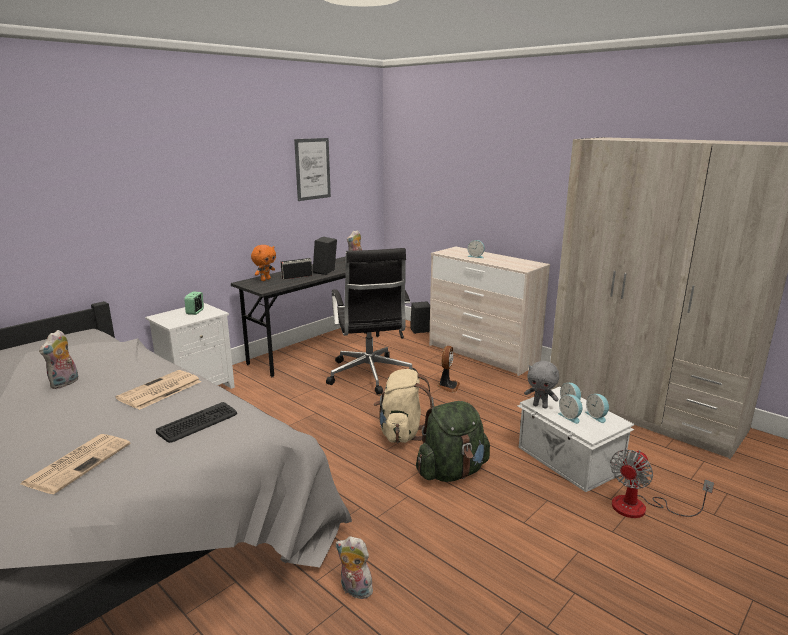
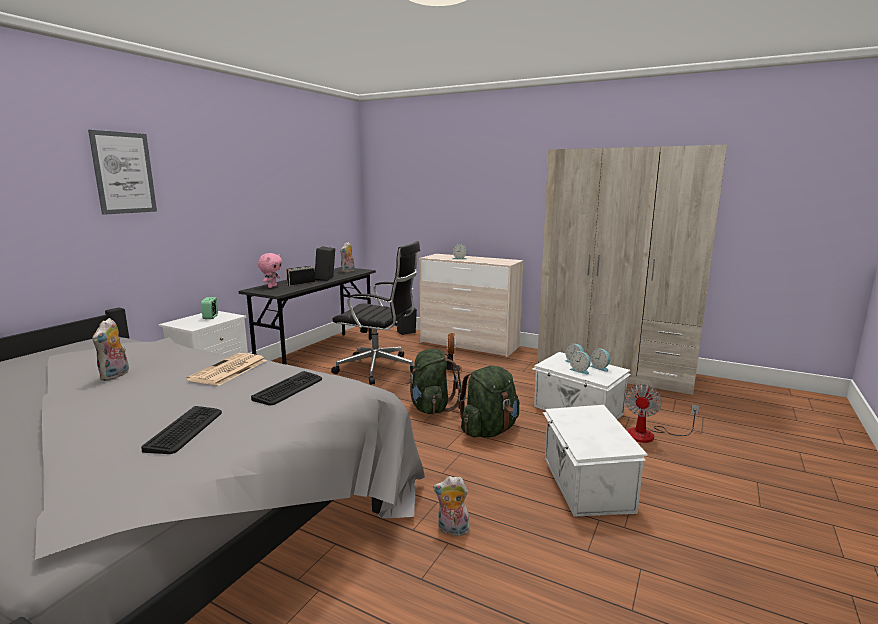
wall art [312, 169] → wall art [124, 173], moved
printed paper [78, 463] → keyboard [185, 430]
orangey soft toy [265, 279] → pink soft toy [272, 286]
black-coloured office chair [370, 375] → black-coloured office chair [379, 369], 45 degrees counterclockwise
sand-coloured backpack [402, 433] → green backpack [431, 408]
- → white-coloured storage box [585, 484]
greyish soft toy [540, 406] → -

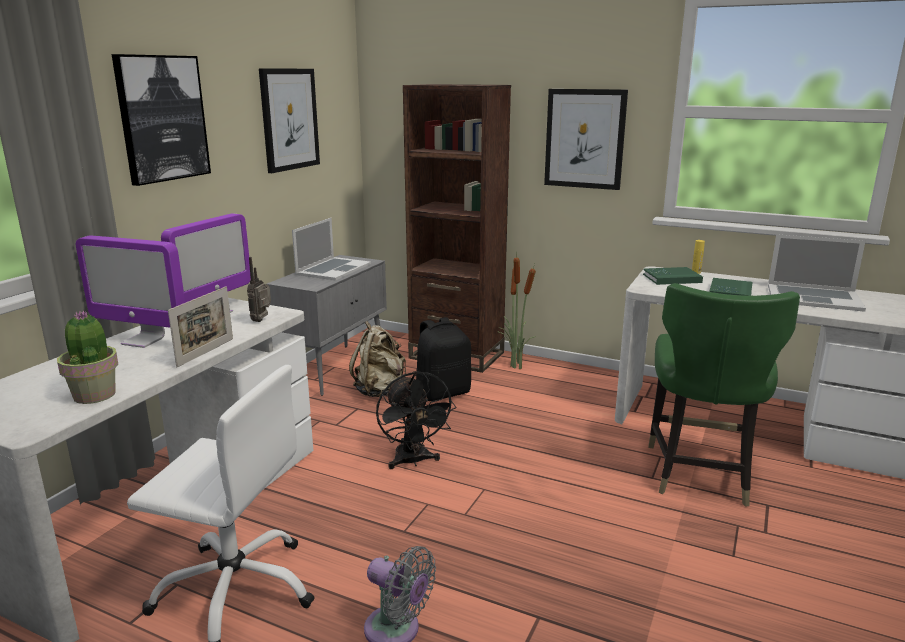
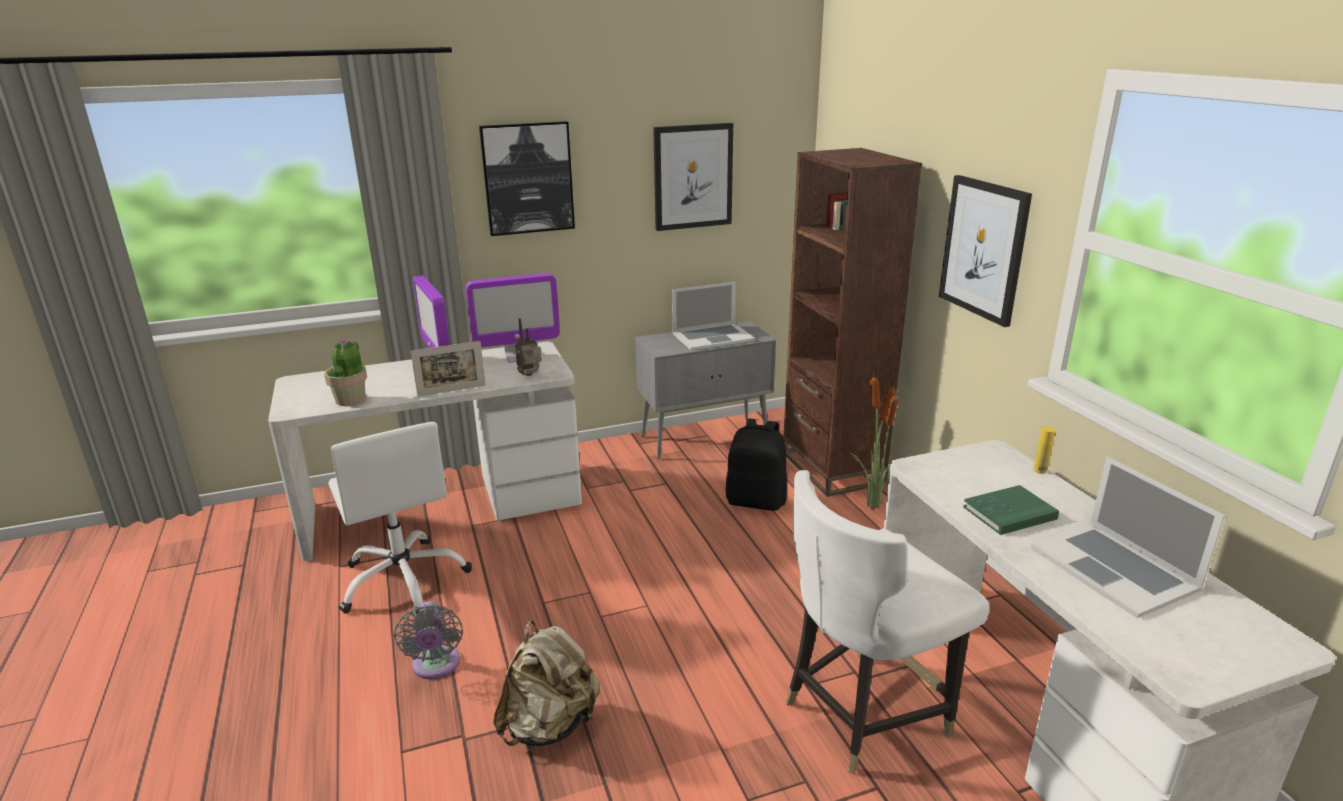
sand-coloured backpack [380, 391] → sand-coloured backpack [550, 725], moved
green plain chair [699, 474] → white-coloured plain chair [863, 713]
black-coloured electric fan [413, 461] → -
green bound book [672, 278] → -

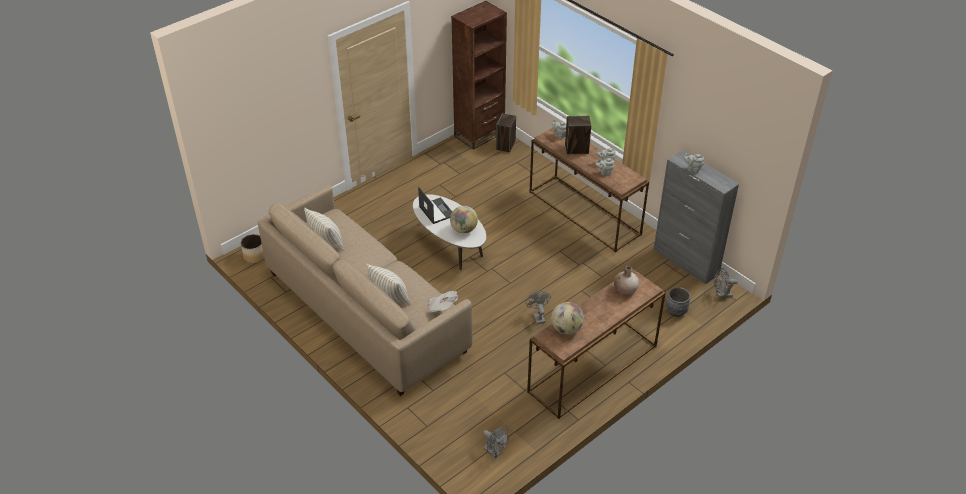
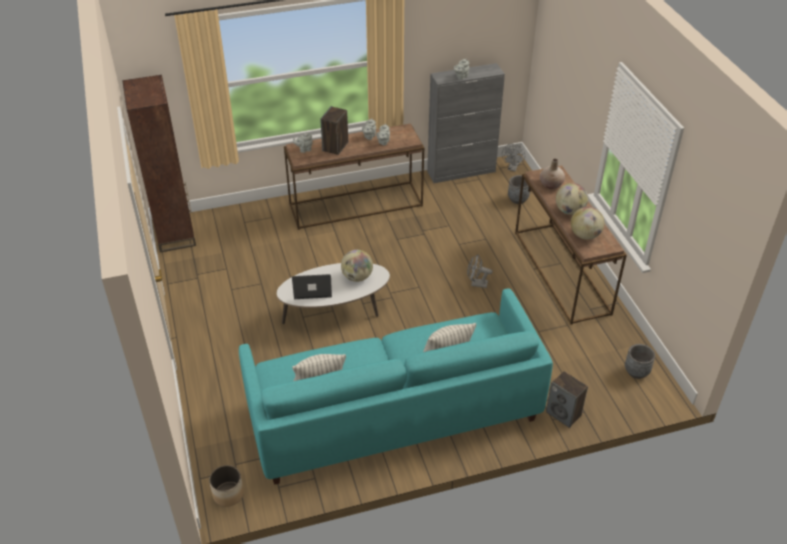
sand-coloured sofa [365, 312] → blue-green sofa [394, 412]
loudspeaker [505, 145] → loudspeaker [564, 414], moved
- → globe [569, 211]
greyish electric fan [495, 452] → greyish planter [636, 371]
printed paper [442, 307] → -

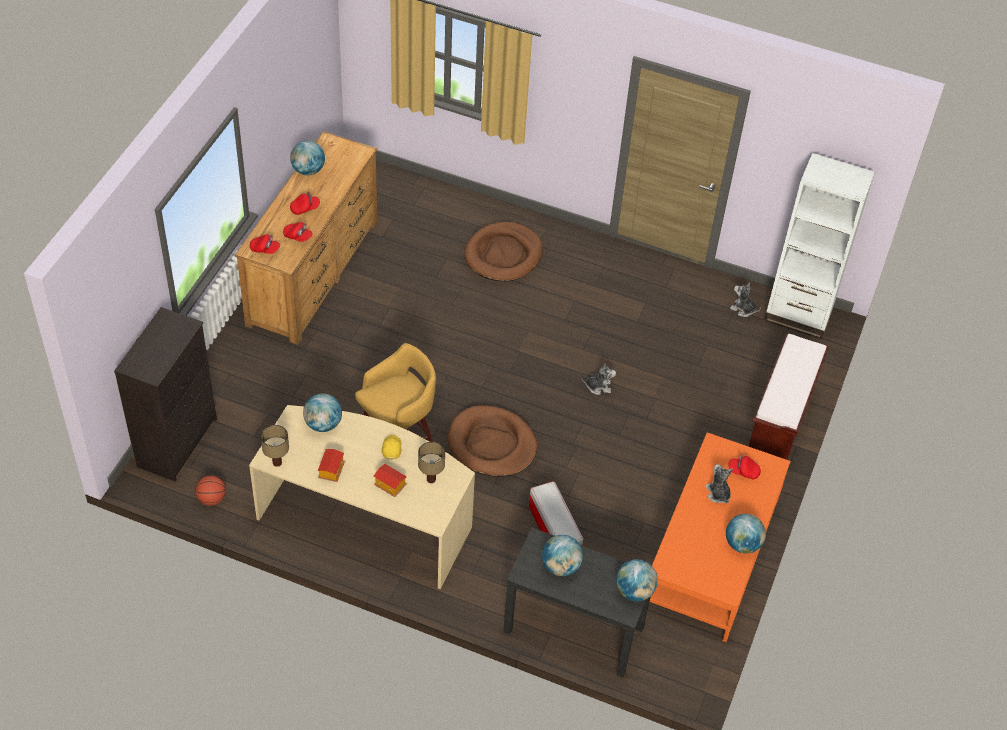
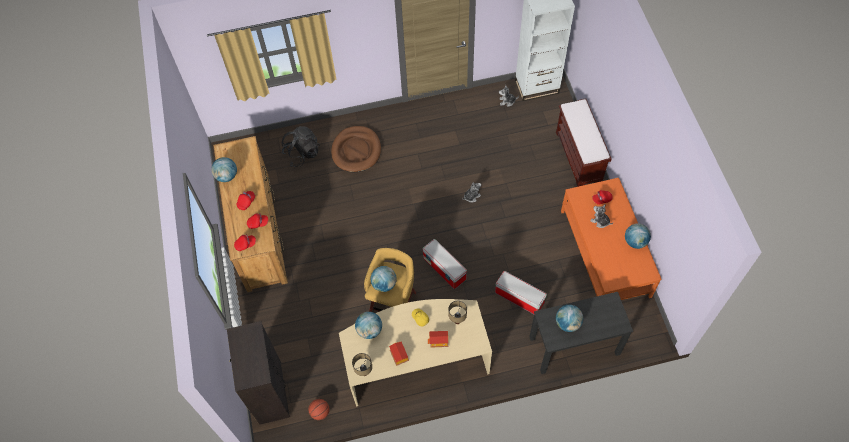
- → black-coloured backpack [302, 153]
globe [634, 591] → globe [384, 284], moved
brown dog cushion [492, 444] → storage box [445, 269]

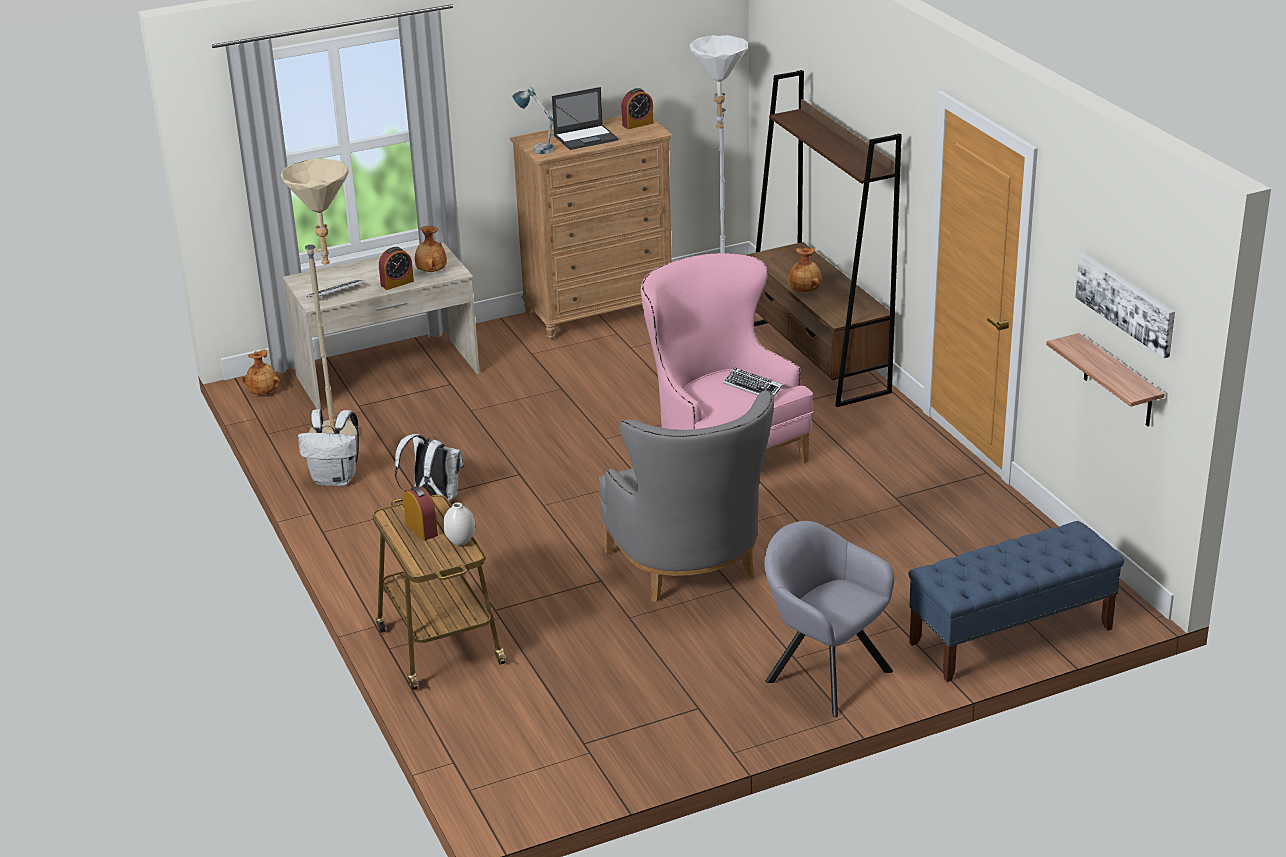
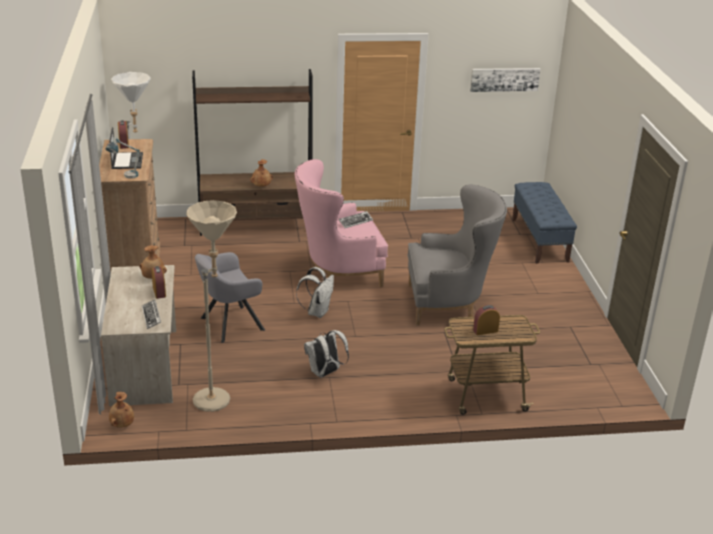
greyish lounge chair [823, 673] → greyish lounge chair [228, 324], moved
white-coloured backpack [336, 479] → white-coloured backpack [317, 312], moved
white-coloured decorative vase [460, 541] → -
shelf [1118, 382] → -

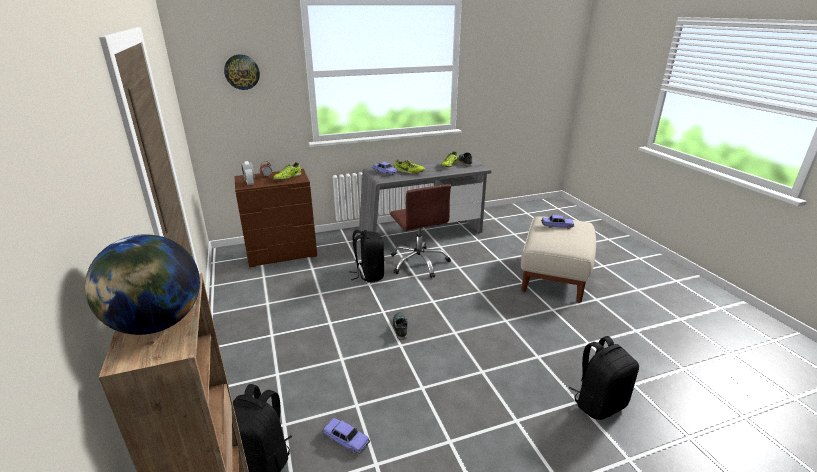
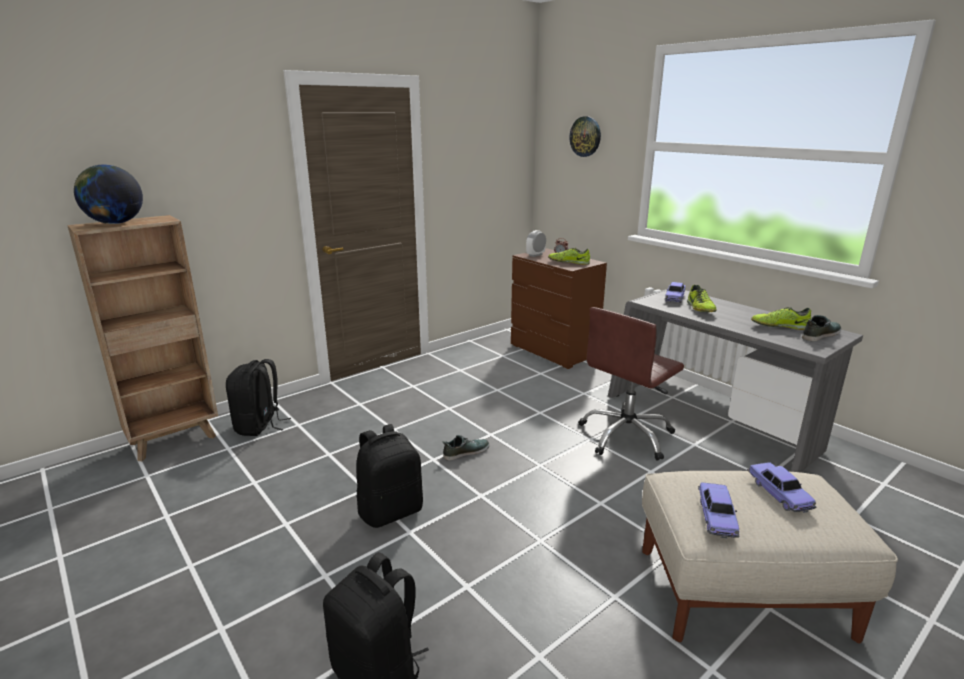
black-coloured backpack [369, 274] → black-coloured backpack [391, 511], moved
toy car [346, 439] → toy car [716, 516], moved

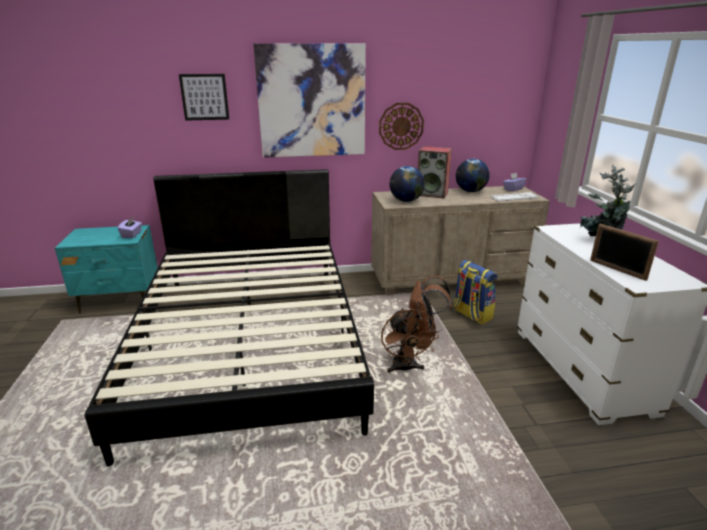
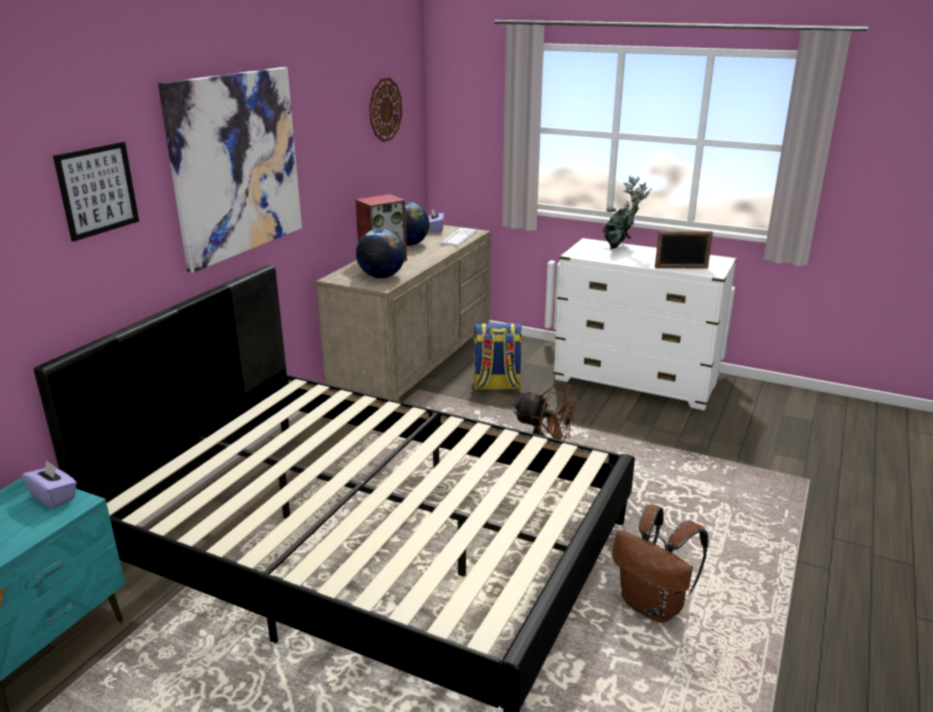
hanging clock [401, 126] → hanging clock [385, 109], moved
brown backpack [425, 331] → brown backpack [654, 606], moved

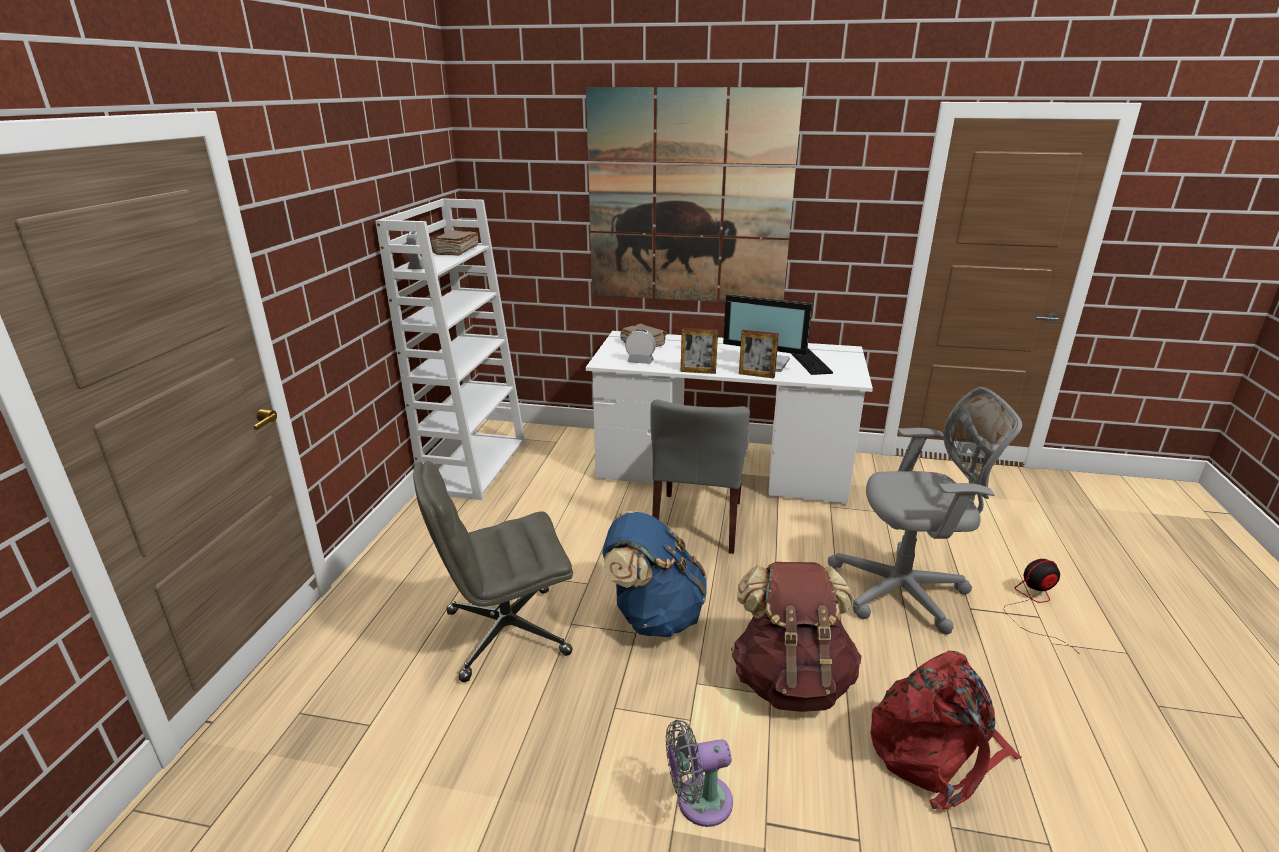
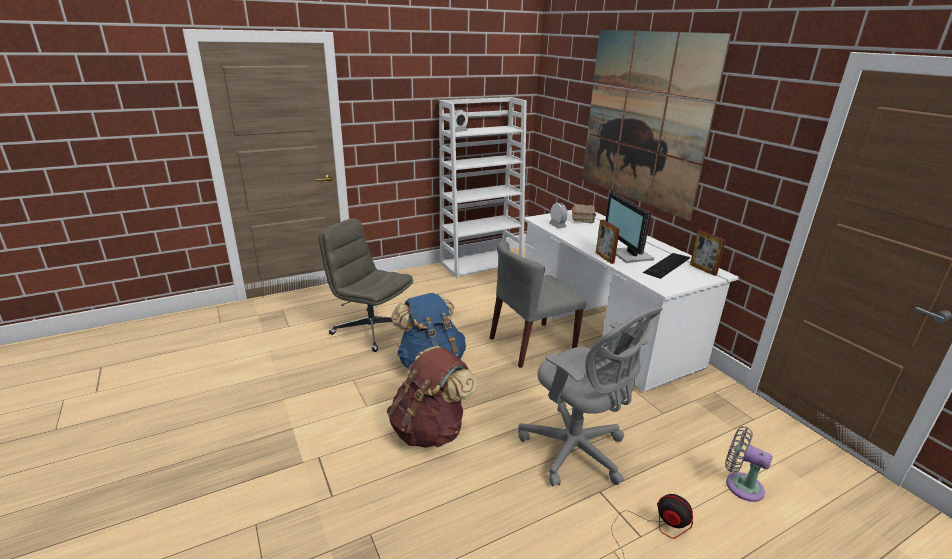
photo frame [698, 371] → photo frame [703, 269], moved
greyish electric fan [698, 802] → greyish electric fan [740, 485], moved
brown bound book [455, 251] → -
red backpack [935, 751] → -

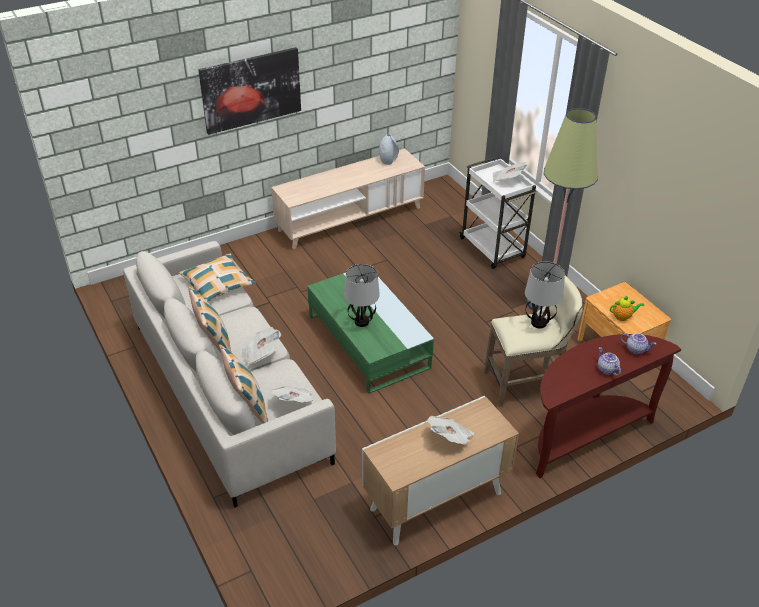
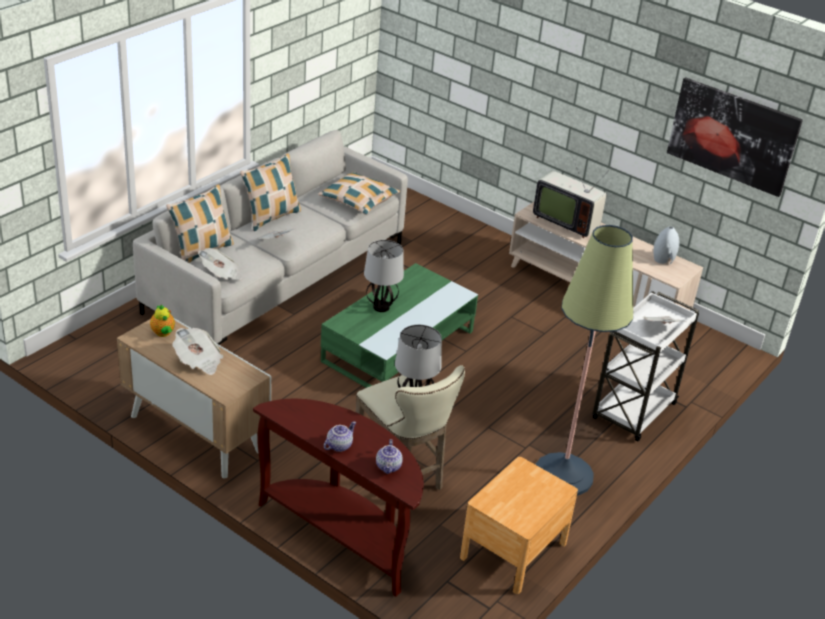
tea pot [622, 317] → tea pot [163, 333], moved
- → TV [566, 221]
wall art [251, 90] → wall art [732, 136], moved

